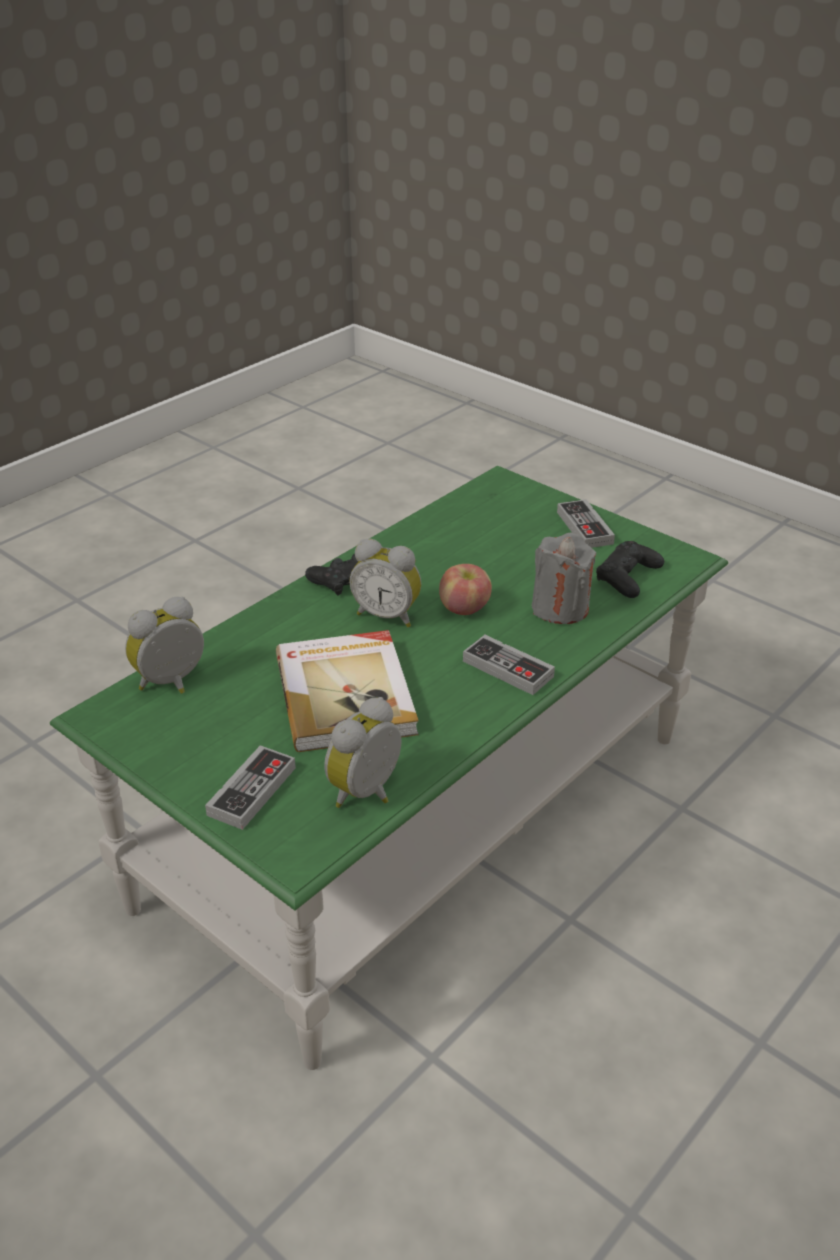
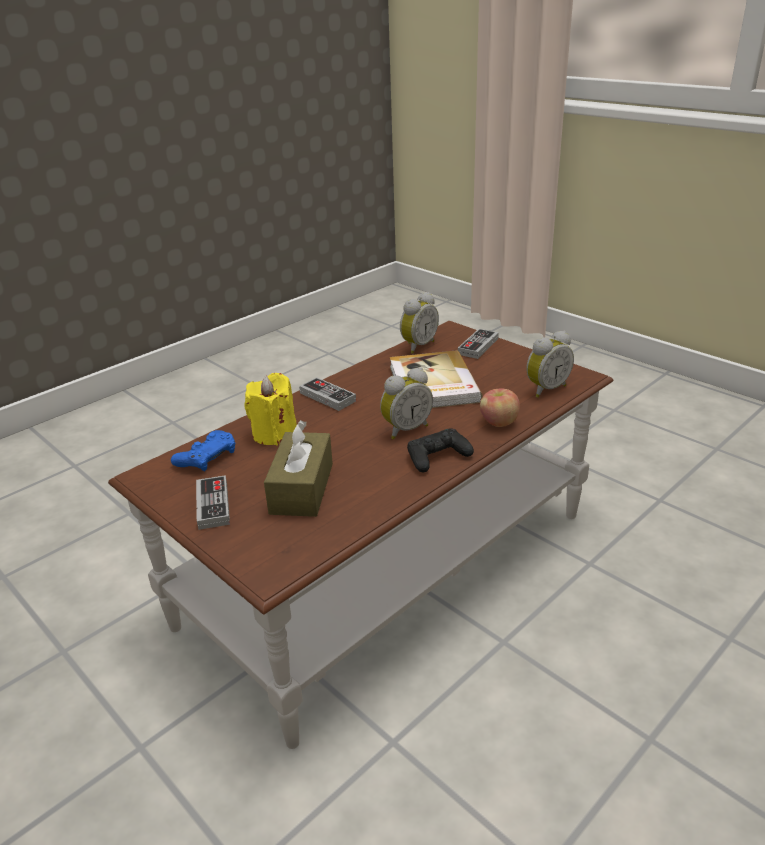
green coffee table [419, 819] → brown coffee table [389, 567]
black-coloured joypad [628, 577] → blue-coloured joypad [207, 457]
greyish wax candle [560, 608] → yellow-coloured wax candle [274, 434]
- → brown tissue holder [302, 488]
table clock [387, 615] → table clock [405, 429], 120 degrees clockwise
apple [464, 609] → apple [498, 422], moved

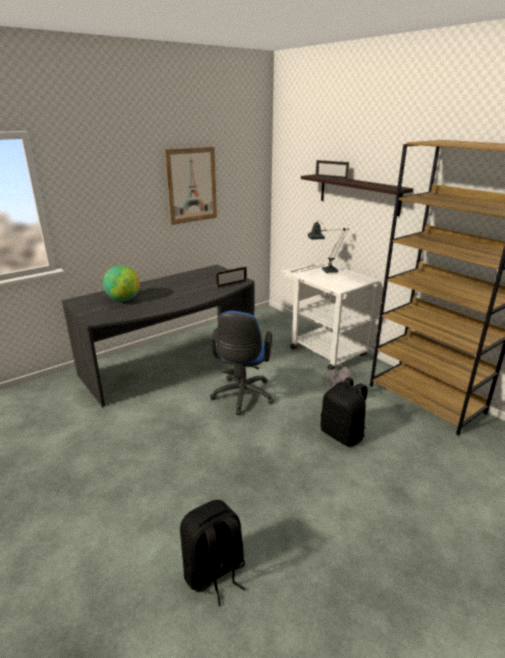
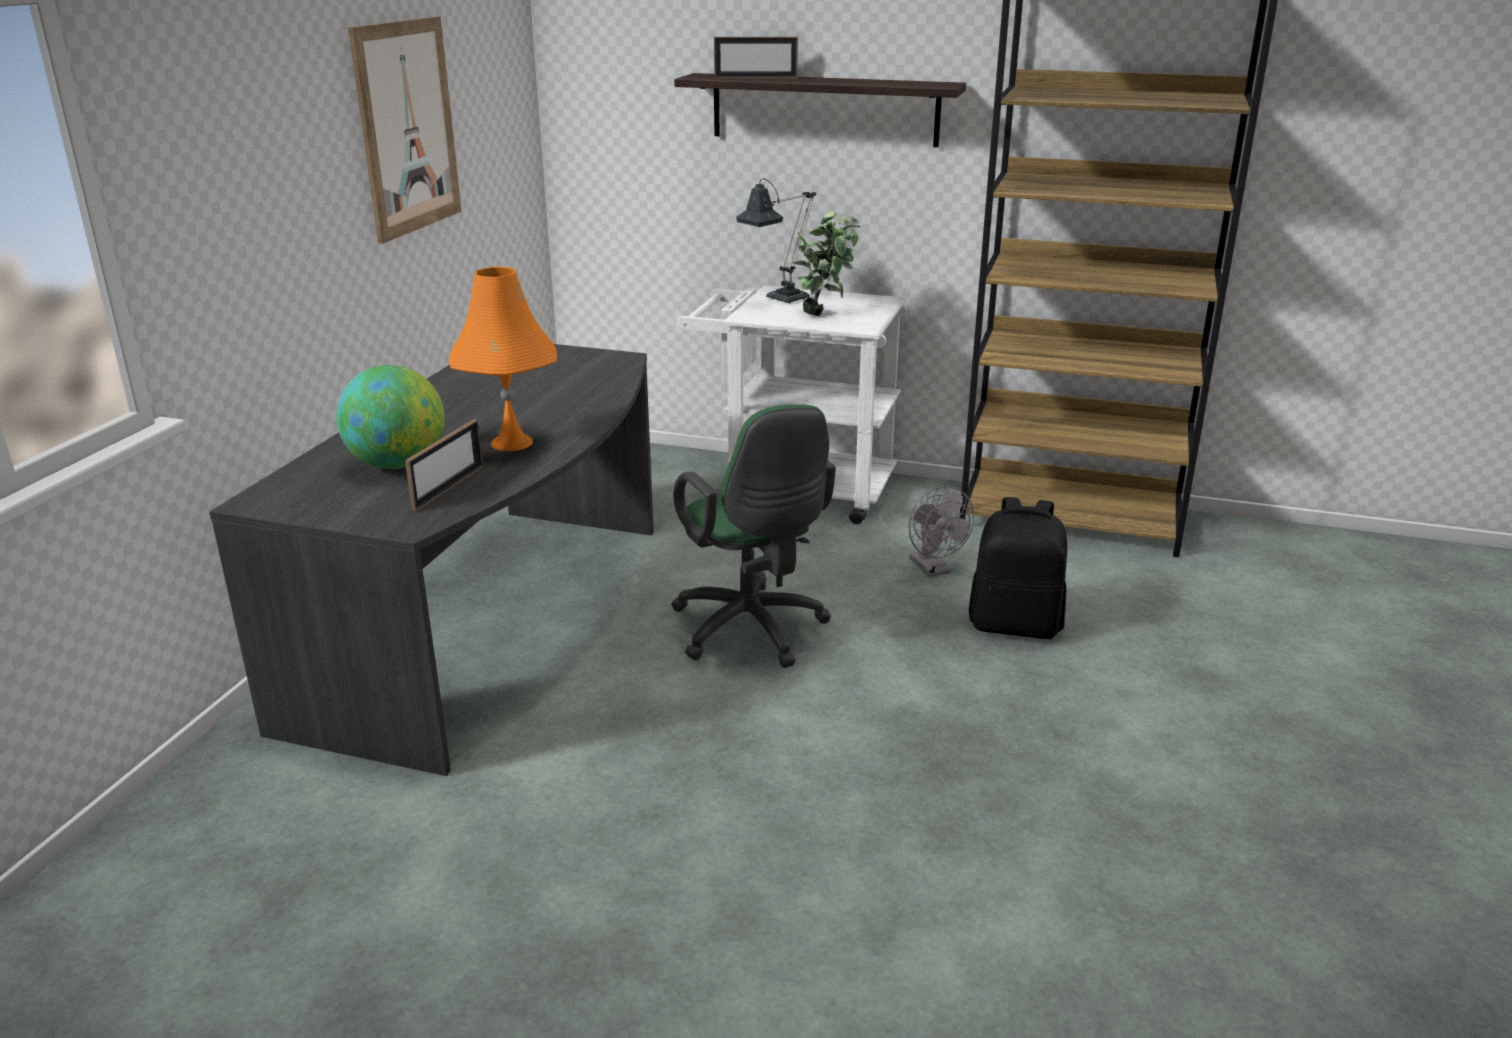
photo frame [231, 284] → photo frame [448, 487], moved
- → orangey table lamp [511, 443]
blue-coloured office chair [242, 397] → green office chair [753, 632]
- → plant in a pot [825, 314]
black-coloured backpack [214, 572] → -

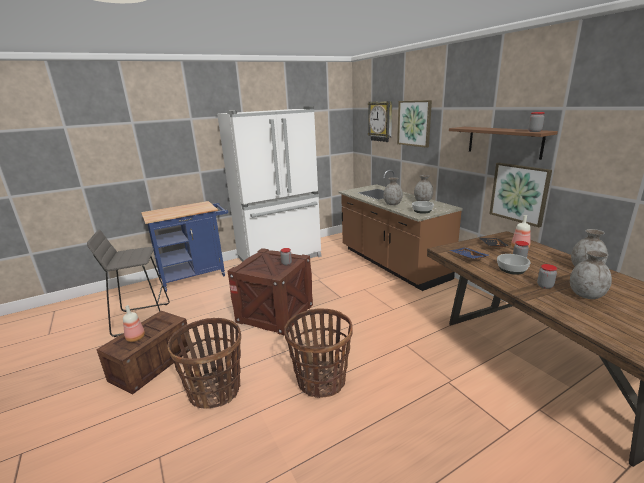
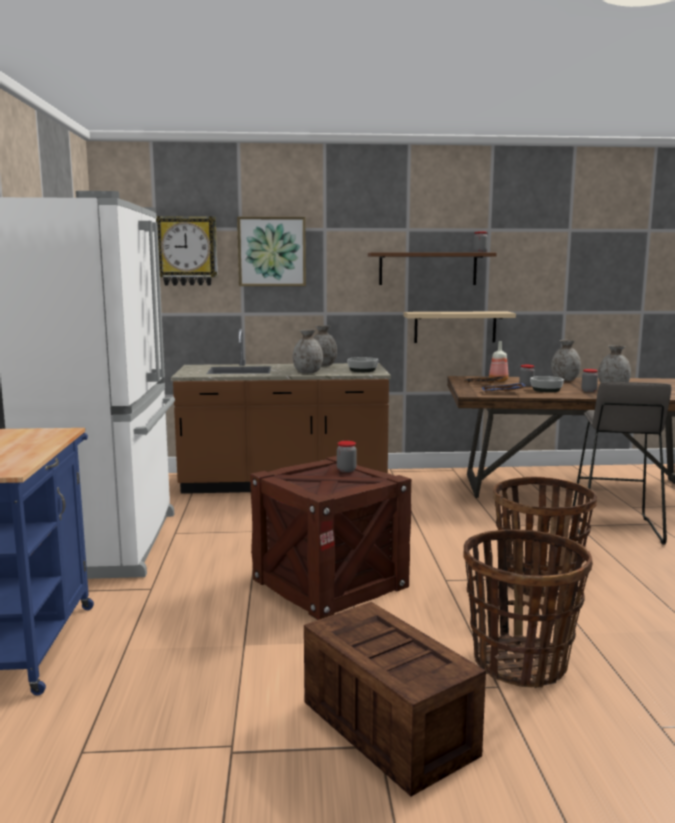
wall art [519, 193] → sand-coloured shelf [455, 327]
greyish stool seat [142, 319] → greyish stool seat [614, 529], moved
beverage bottle [136, 338] → -

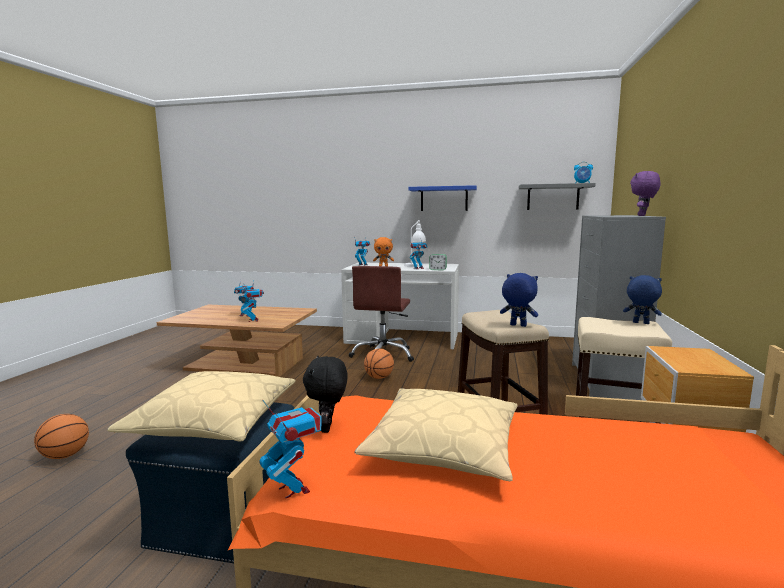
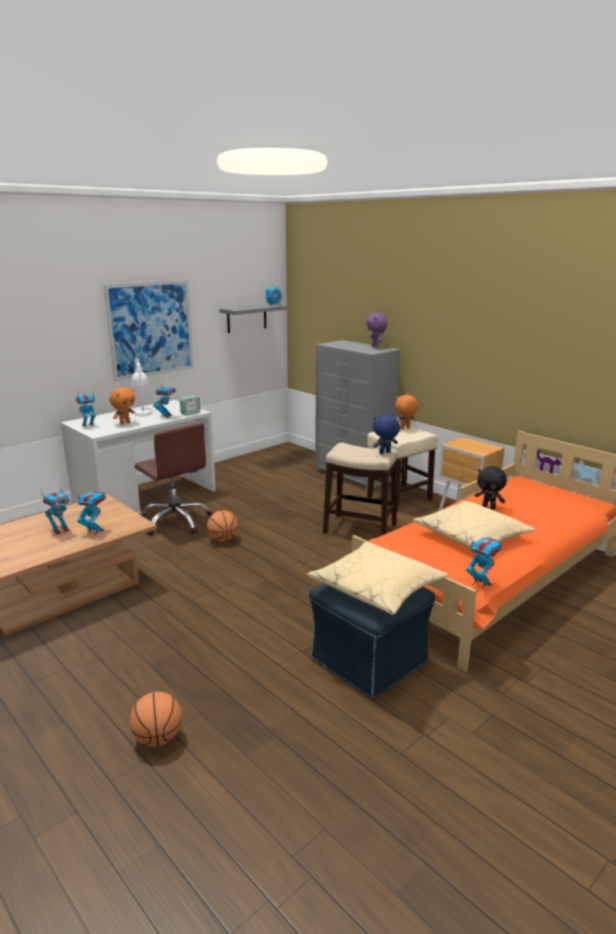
blue-coloured shelf [444, 199] → wall art [151, 329]
blue-coloured soft toy [640, 323] → orangey soft toy [405, 428]
model robot [294, 489] → model robot [481, 584], 45 degrees clockwise
black-coloured soft toy [328, 428] → black-coloured soft toy [489, 507], moved

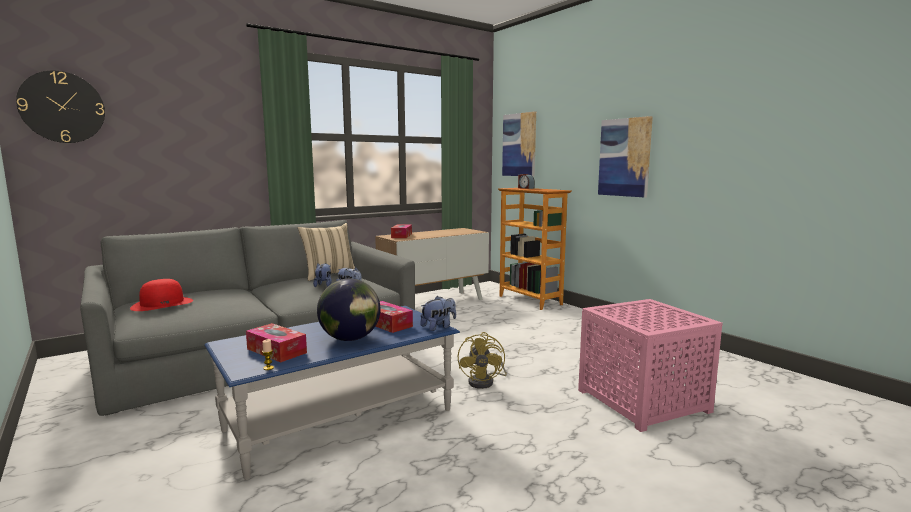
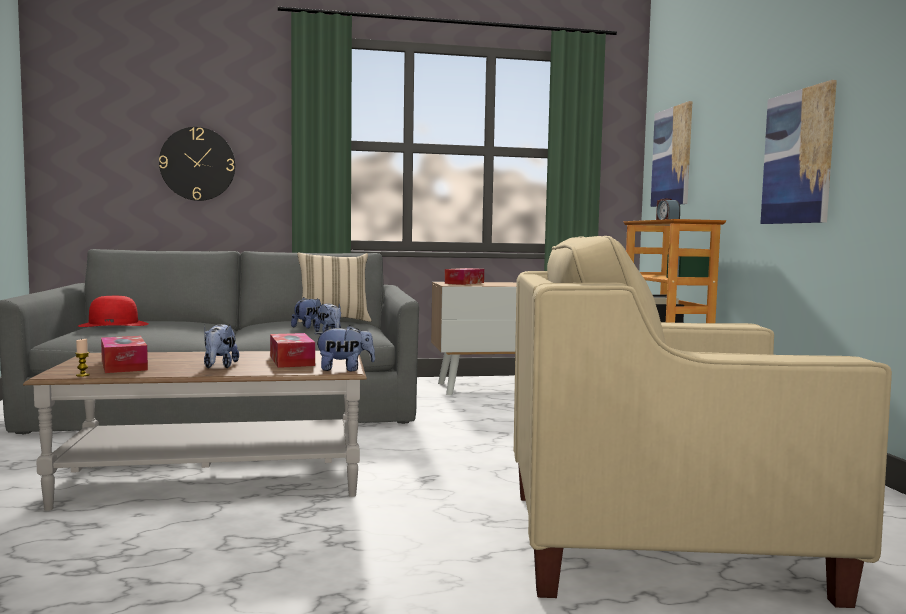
blue-coloured coffee table [340, 419] → brown coffee table [216, 480]
hanging clock [62, 107] → hanging clock [197, 164], moved
globe [350, 339] → soft toy [219, 366]
pink side table [640, 400] → sand-coloured lounge chair [659, 542]
yellow-coloured electric fan [485, 382] → -

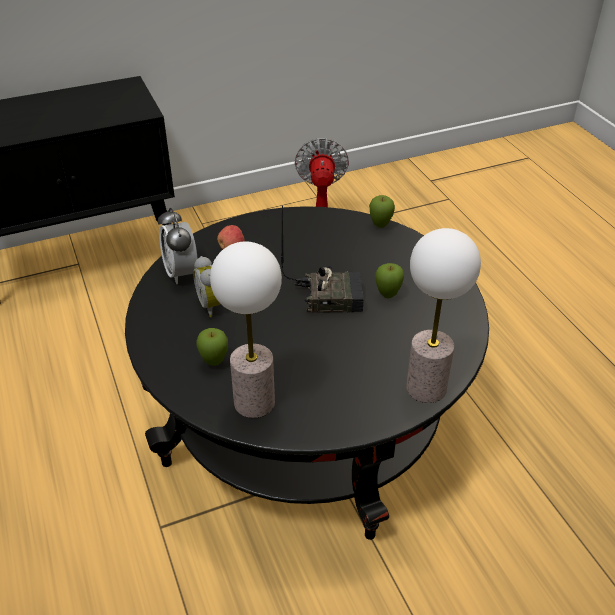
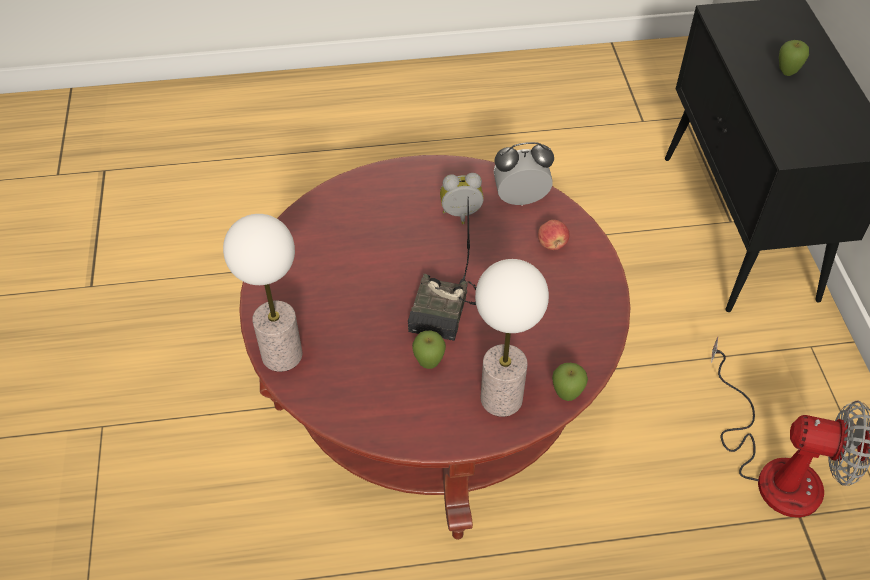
black-coloured coffee table [307, 418] → red coffee table [434, 389]
table lamp [254, 403] → table lamp [500, 398], moved
apple [214, 362] → apple [787, 73], moved

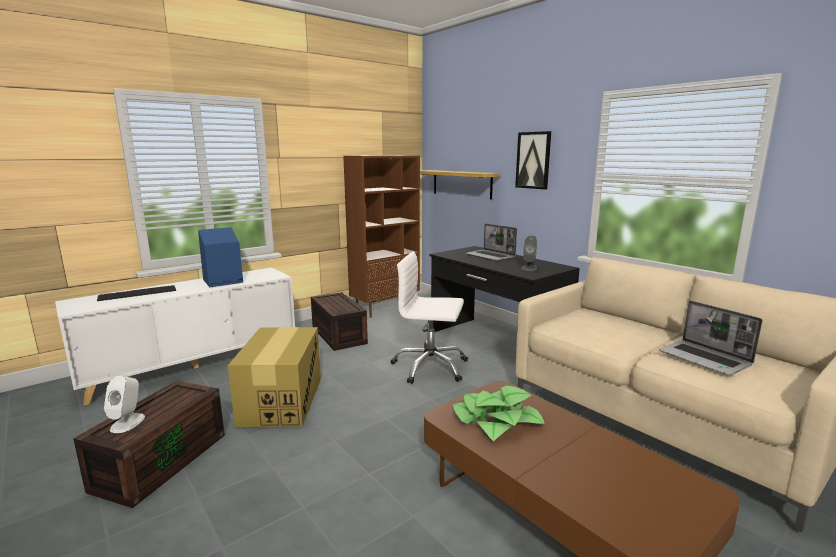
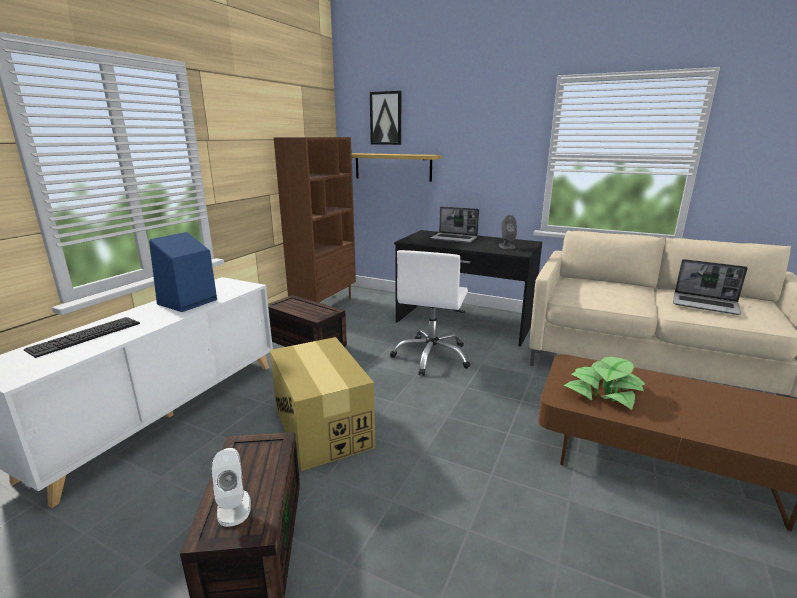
wall art [533, 160] → wall art [386, 118], moved
white-coloured office chair [430, 367] → white-coloured office chair [432, 356], 60 degrees counterclockwise

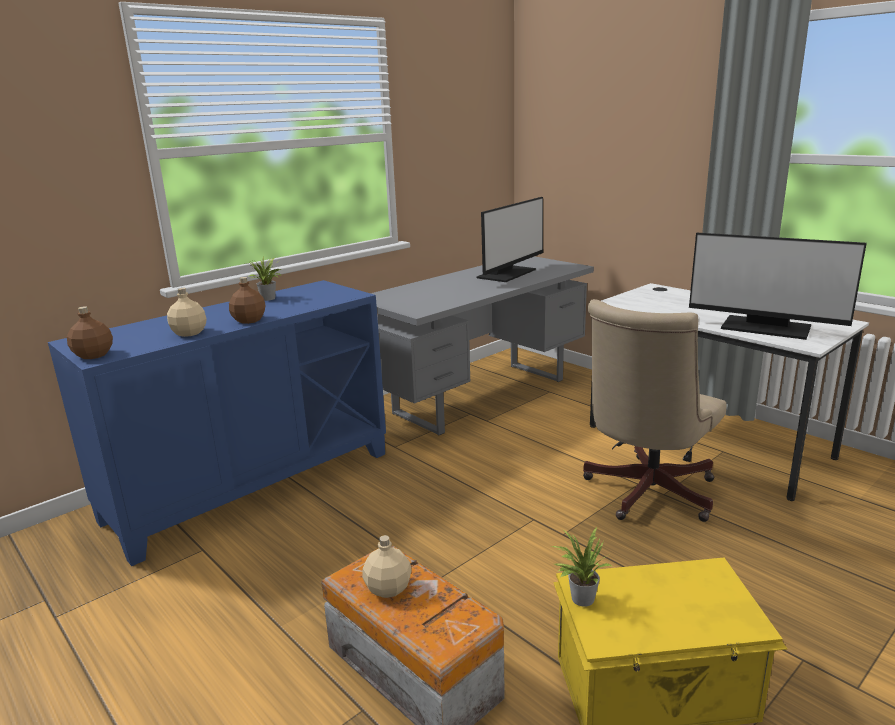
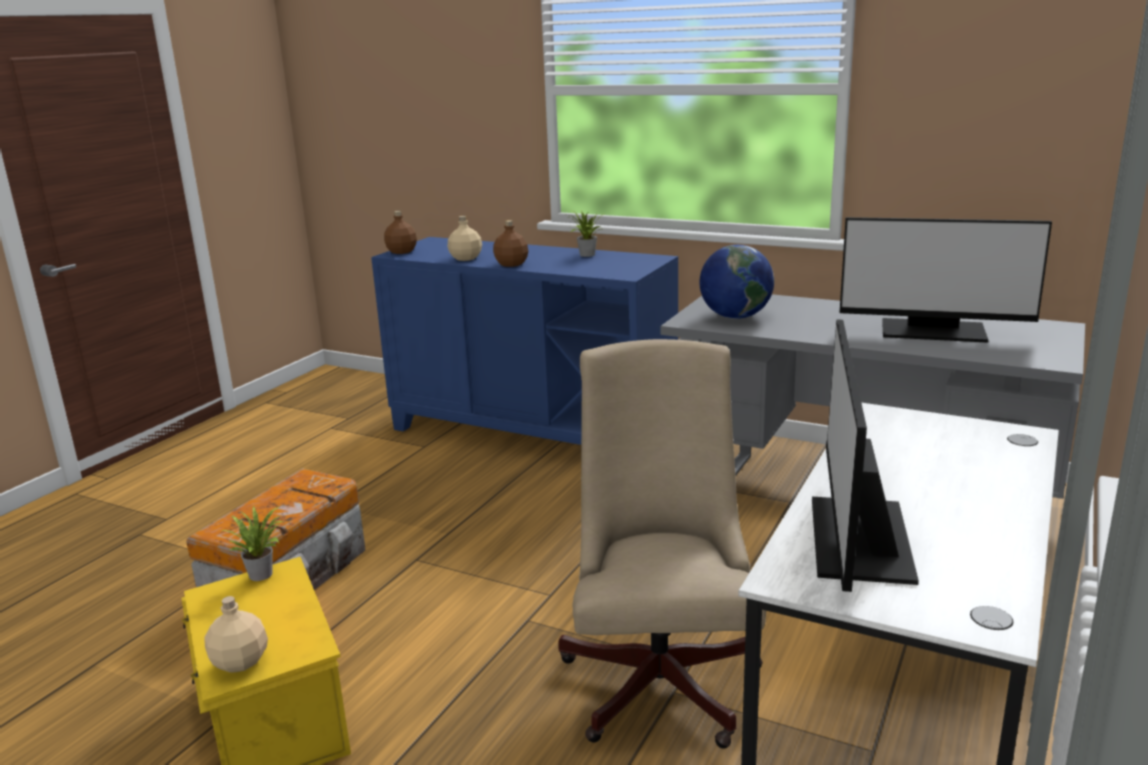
sand-coloured beverage bottle [388, 589] → sand-coloured beverage bottle [239, 662], moved
sand-coloured office chair [645, 494] → sand-coloured office chair [662, 674], 75 degrees clockwise
- → globe [735, 317]

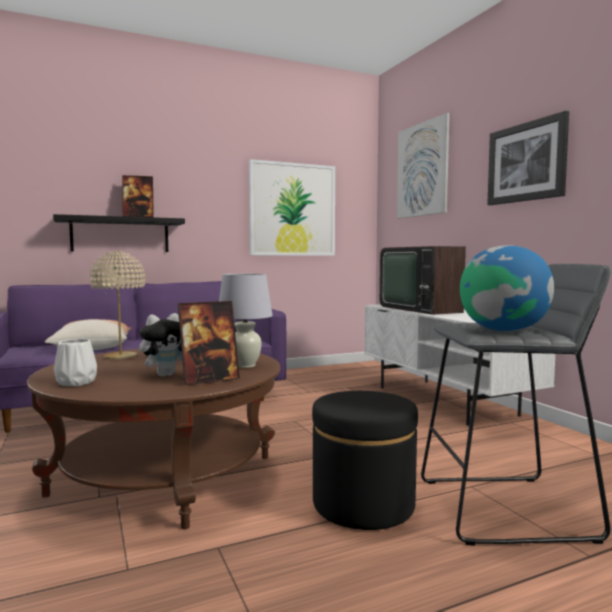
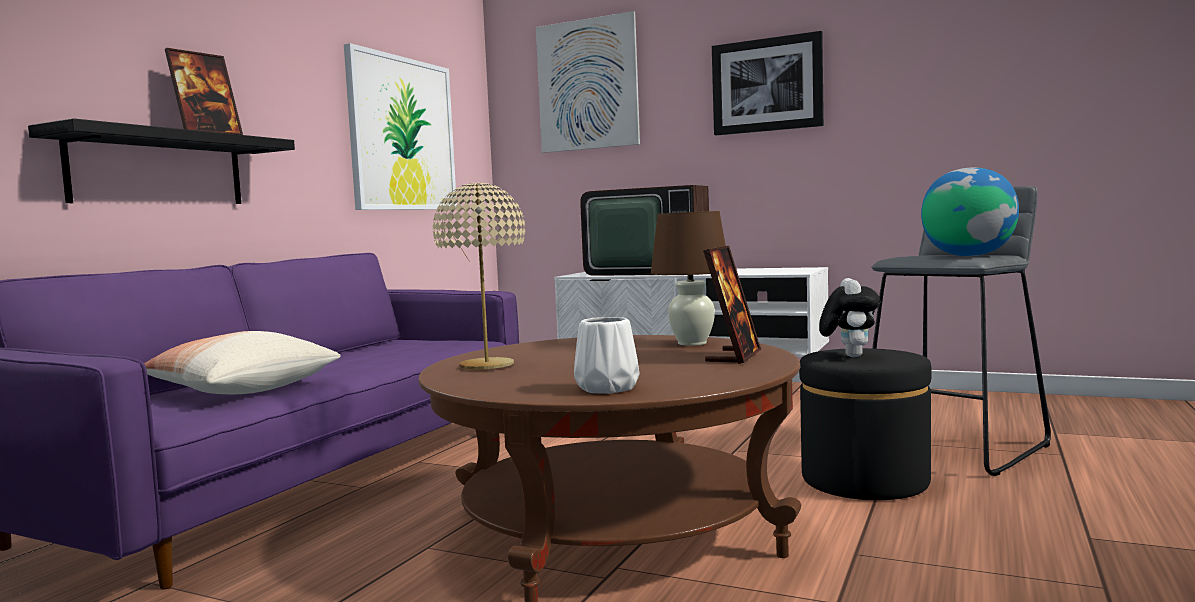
white-coloured table lamp [245, 365] → brown table lamp [692, 343]
soft toy [166, 374] → soft toy [849, 356], moved

